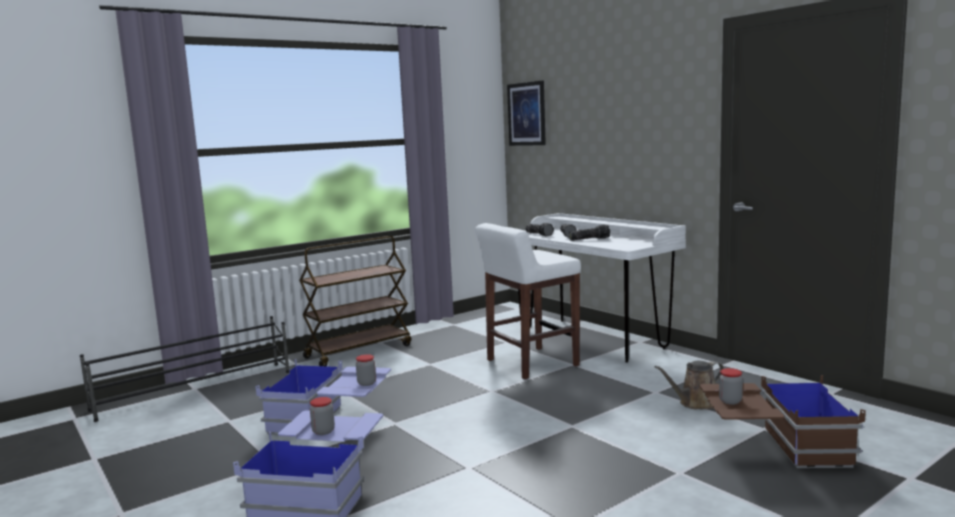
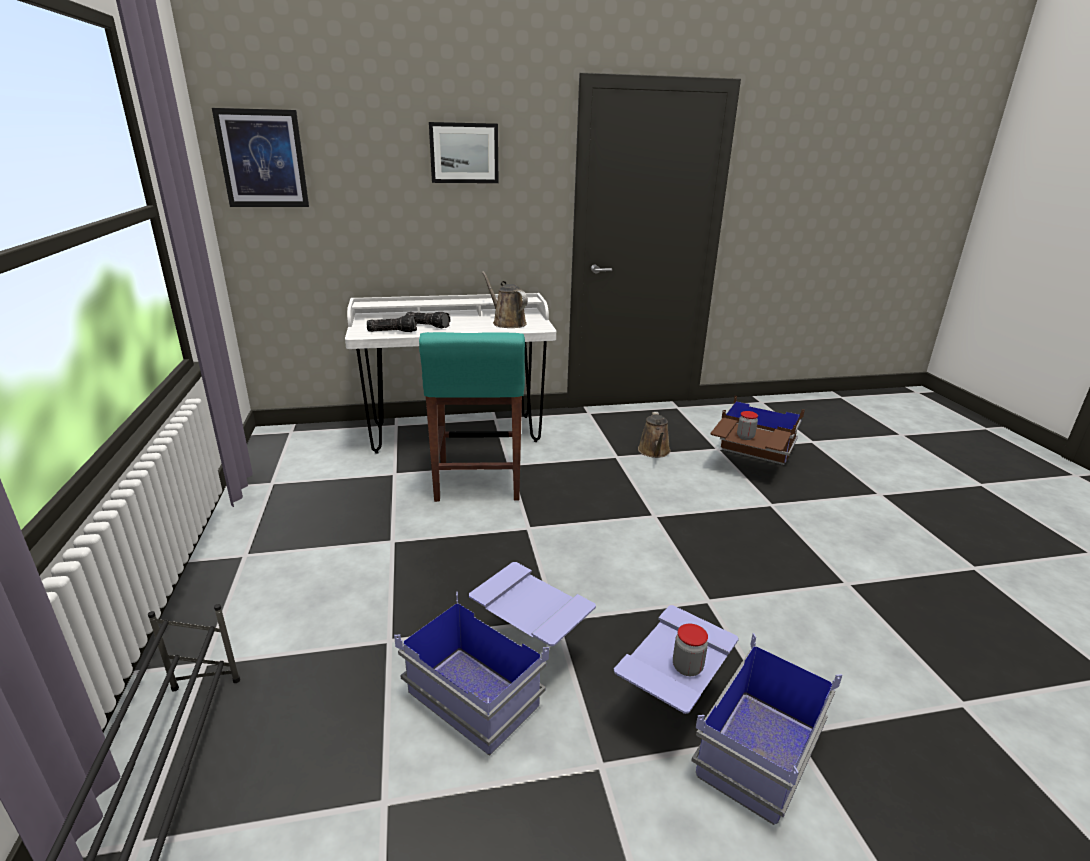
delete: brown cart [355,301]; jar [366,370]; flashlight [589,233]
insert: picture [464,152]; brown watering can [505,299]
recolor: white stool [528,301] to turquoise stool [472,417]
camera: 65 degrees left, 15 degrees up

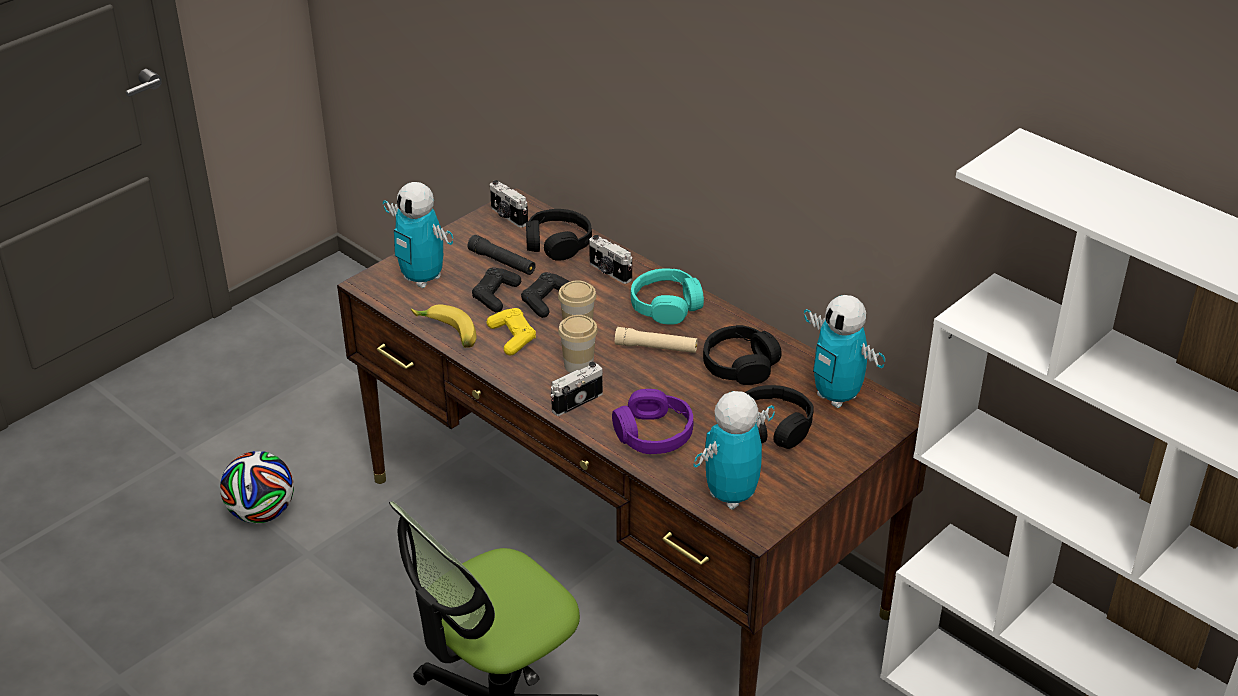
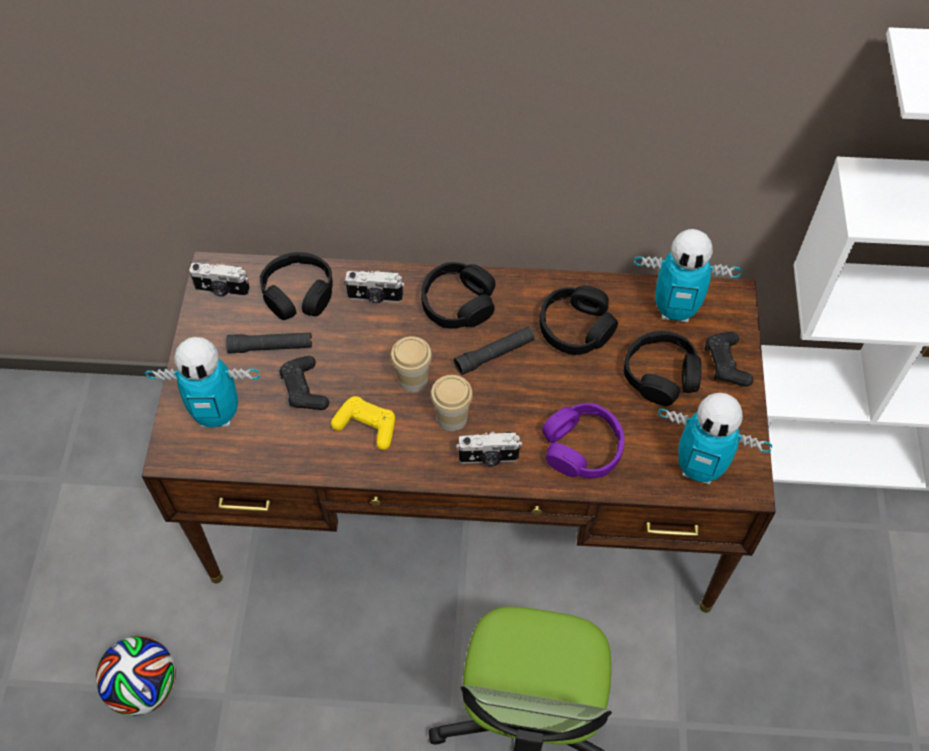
delete: banana [443,326]
move: black game controller [546,295] to [729,359]
recolor: turquoise headphones [667,296] to black headphones [458,295]; beige flashlight [656,340] to black flashlight [494,351]
rotate: photo camera [576,389] = [489,449] 105 degrees counterclockwise; toy robot [734,450] = [715,439] 75 degrees counterclockwise
camera: 40 degrees left, 20 degrees up

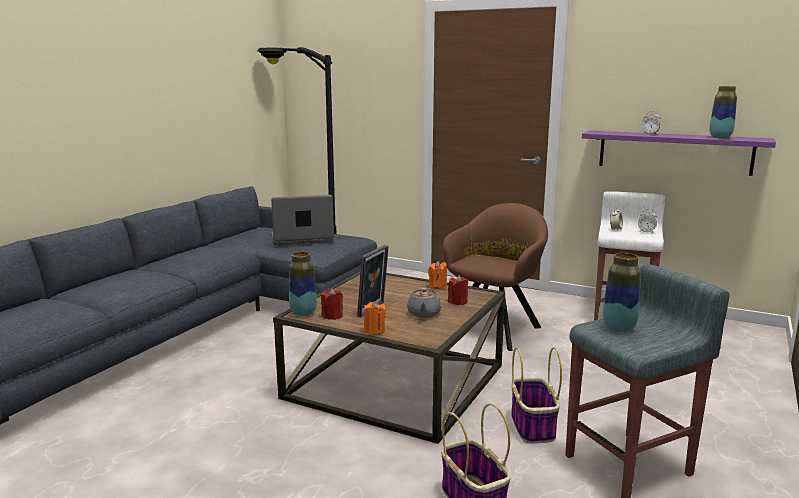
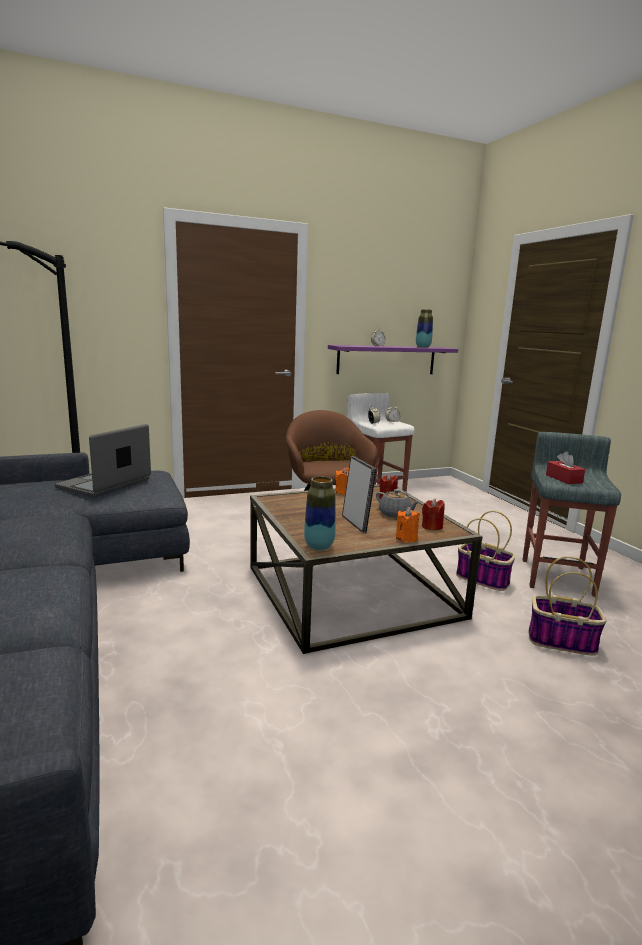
move: red candle [332,304] to [433,514]
replace: vase [622,292] to red tissue box [565,468]
camera: 50 degrees left, 0 degrees up

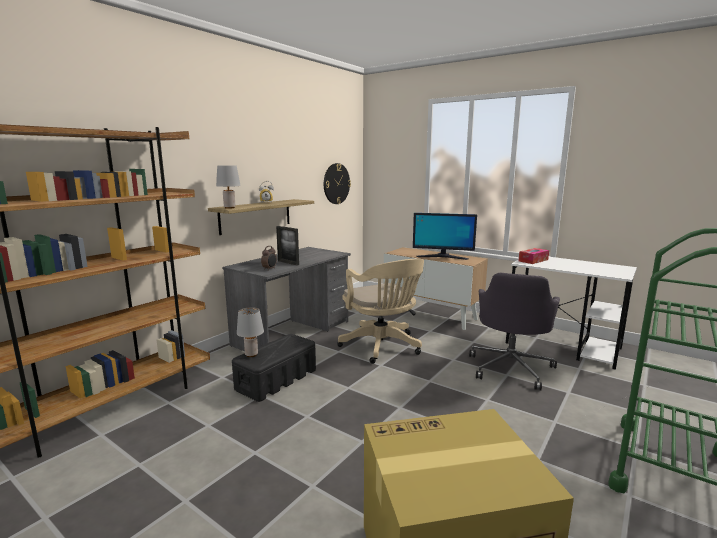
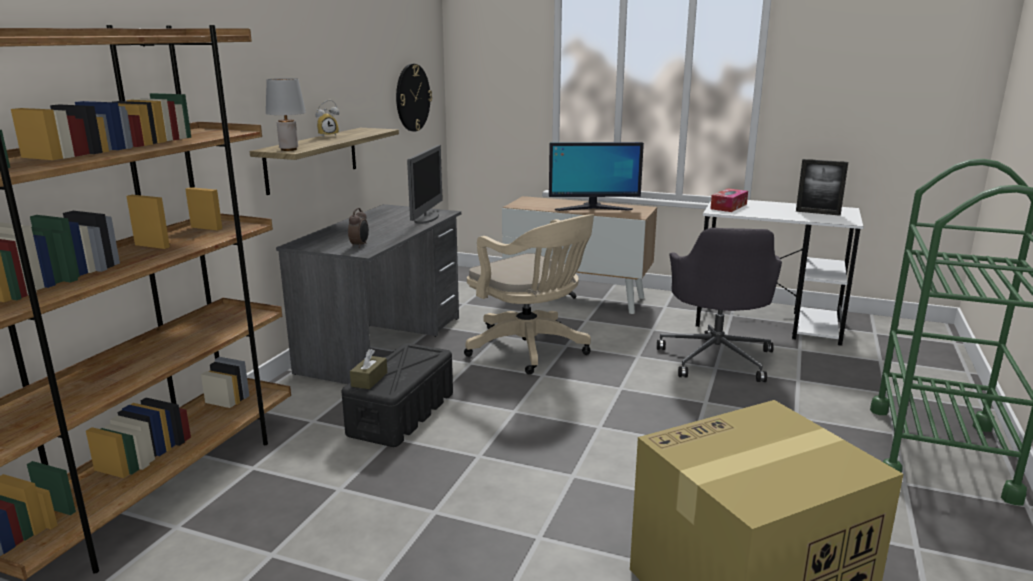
insert: monitor [425,184]
move: picture frame [287,245] to [822,187]
replace: grey table lamp [250,332] to brown tissue box [368,369]
camera: 15 degrees left, 5 degrees up

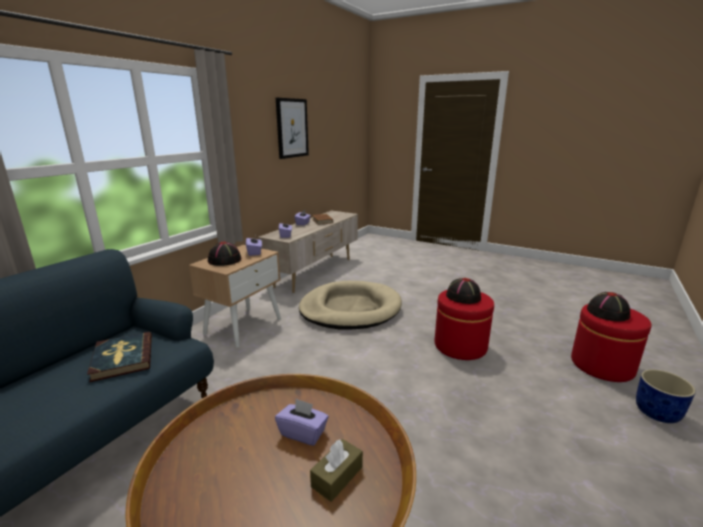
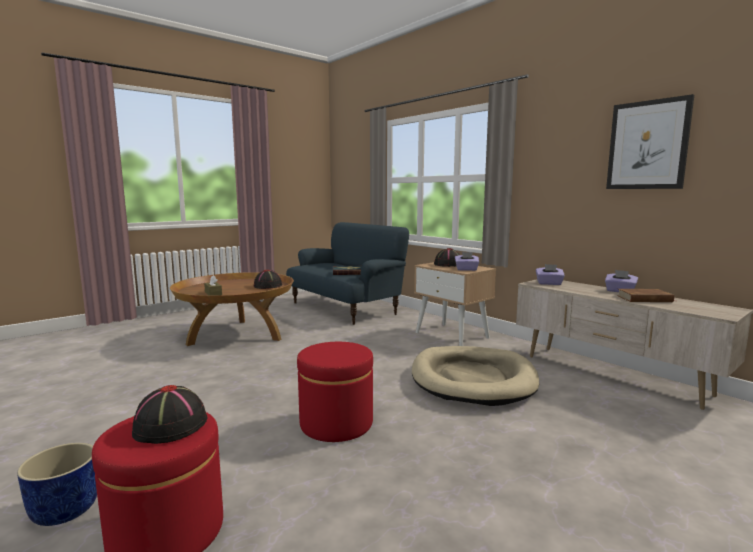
delete: purple tissue box [302,422]
move: black hat [463,291] to [268,279]
camera: 110 degrees right, 10 degrees down

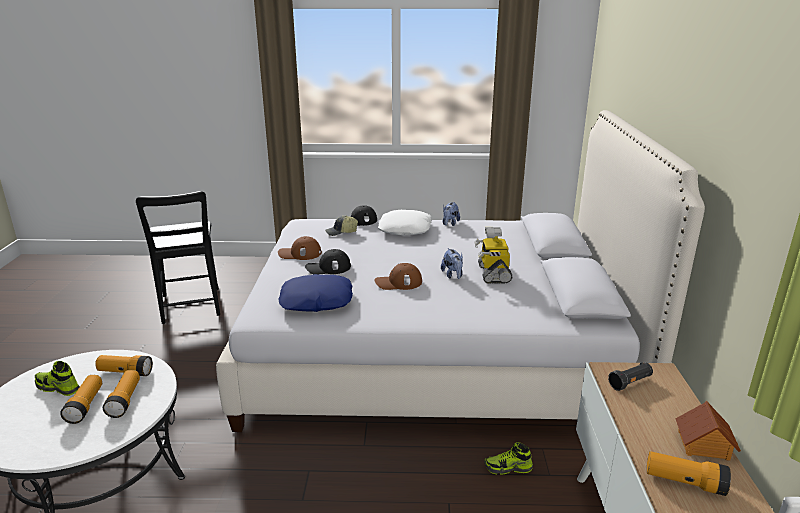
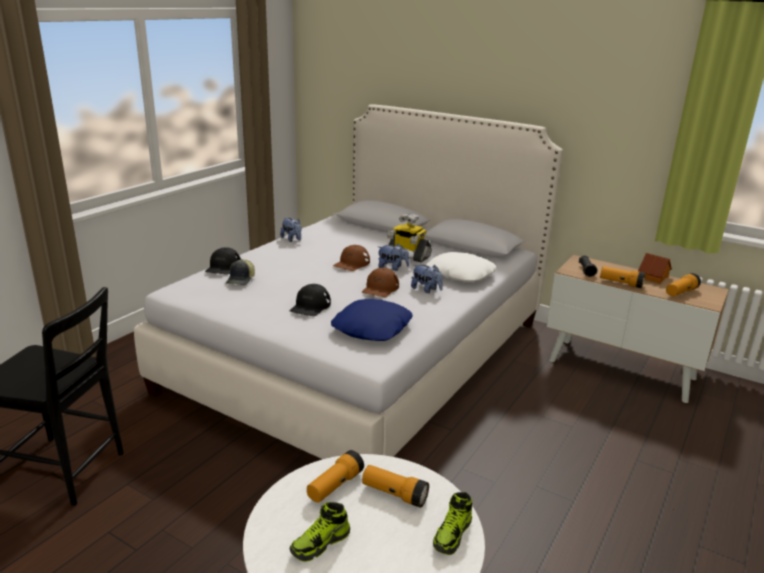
insert: plush toy [427,279]
move: brown cap [300,248] to [351,258]; white pillow [405,223] to [461,267]; shoe [508,458] to [452,523]; flashlight [81,399] to [622,277]
camera: 60 degrees left, 0 degrees up

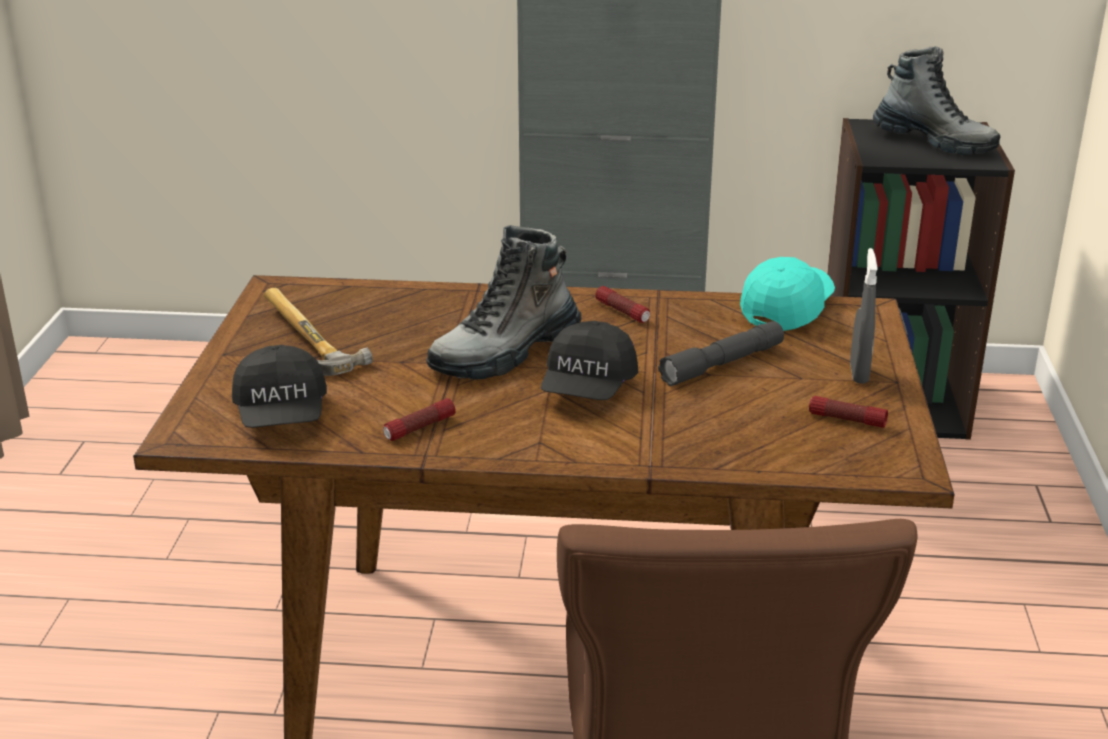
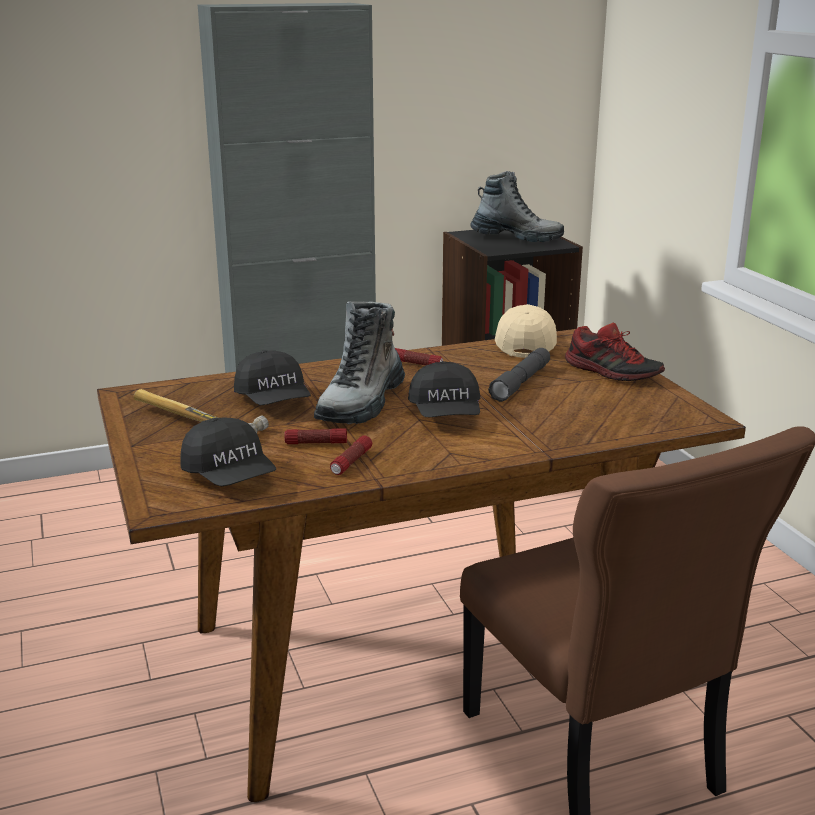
insert: black cap [272,377]
move: flashlight [848,412] to [315,436]
replace: grey spray bottle [863,316] to shoe [615,352]
recolor: turquoise cap [787,294] to beige cap [526,331]
camera: 25 degrees left, 5 degrees down

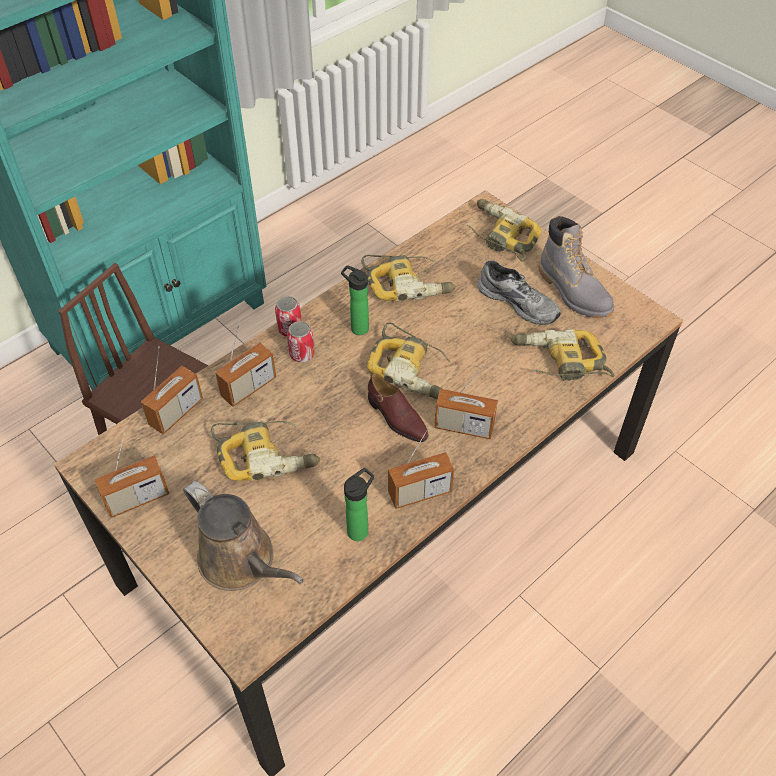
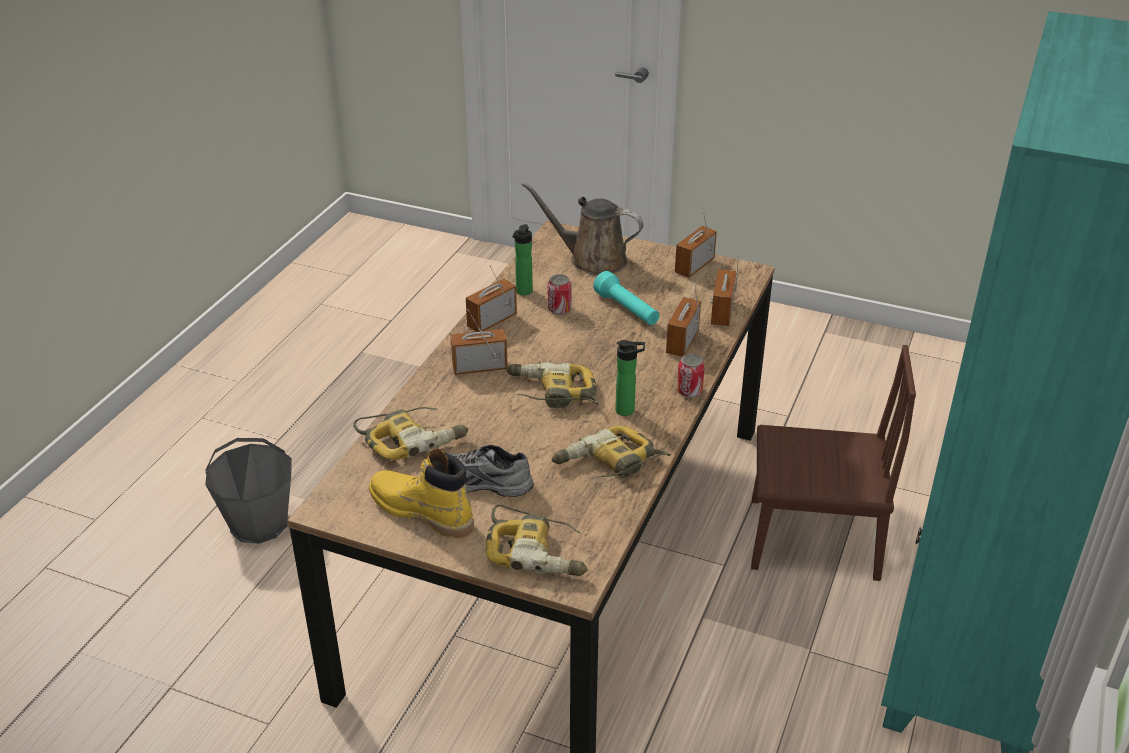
delete: brown shoe [398,408]
insert: grey bucket [248,491]
move: can [301,341] to [559,294]
replace: power drill [266,451] to turquoise flashlight [626,298]
recolor: grey boot [576,267] to yellow boot [421,493]
camera: 155 degrees right, 15 degrees down

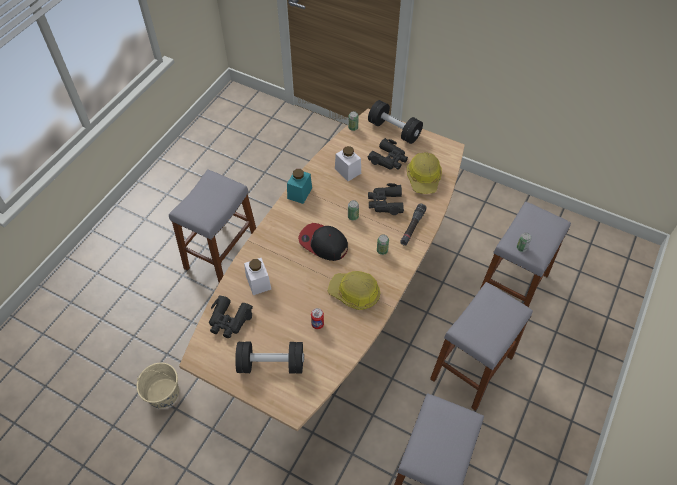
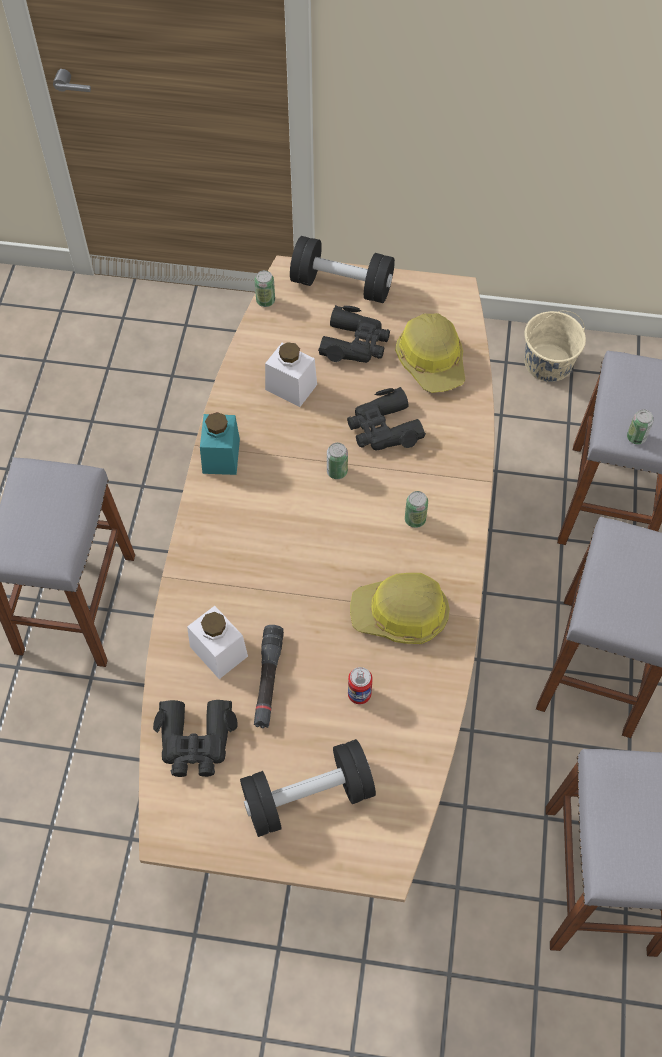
delete: cap [323,242]
move: black flashlight [413,224] to [269,676]; beige bucket [158,385] to [555,346]
camera: 20 degrees left, 5 degrees up

